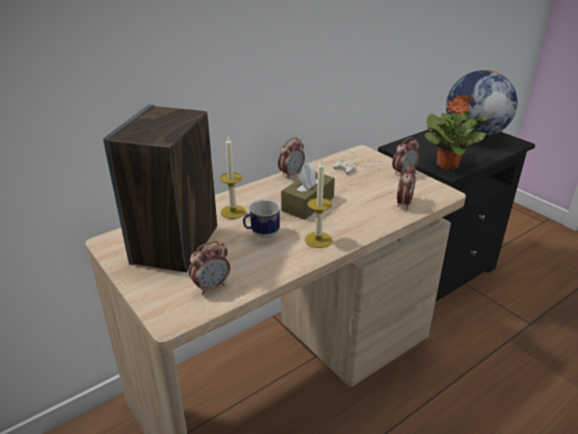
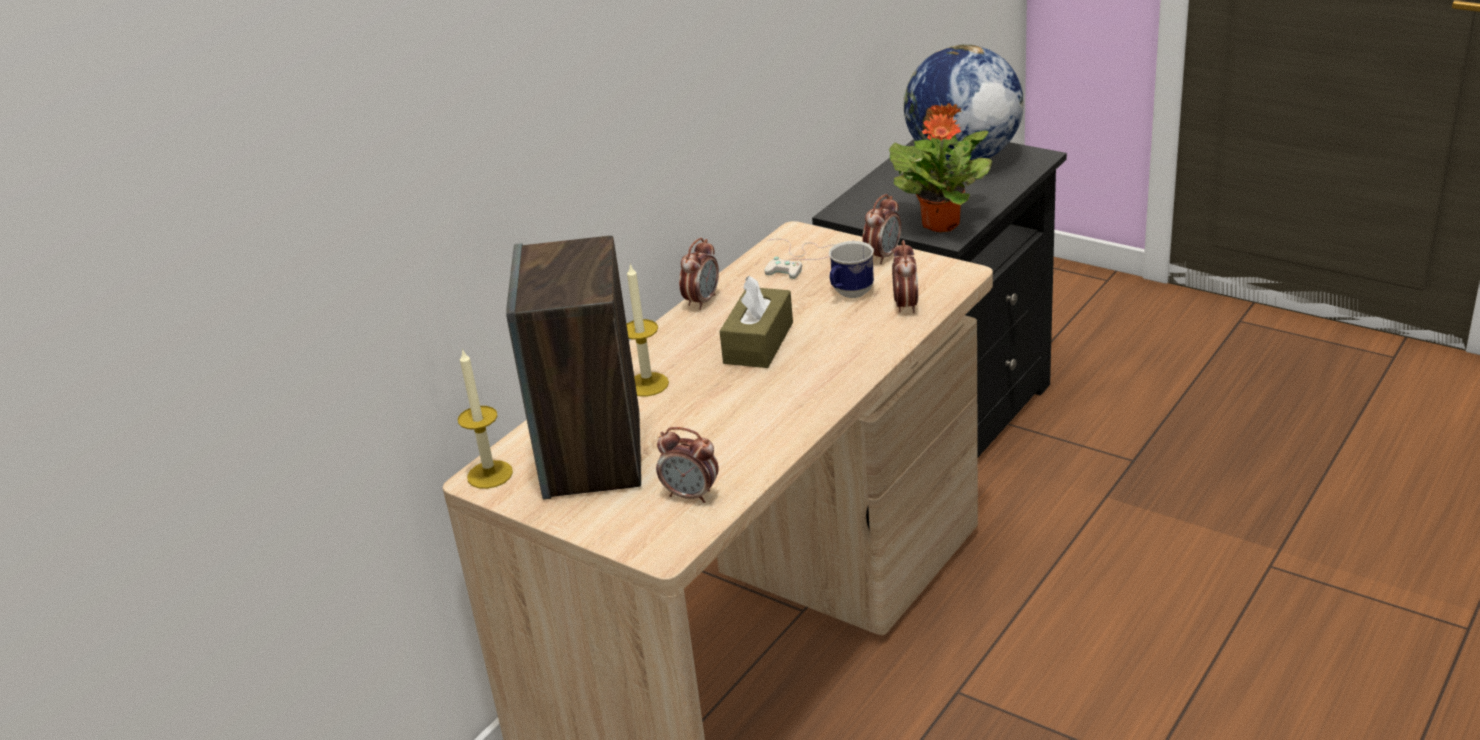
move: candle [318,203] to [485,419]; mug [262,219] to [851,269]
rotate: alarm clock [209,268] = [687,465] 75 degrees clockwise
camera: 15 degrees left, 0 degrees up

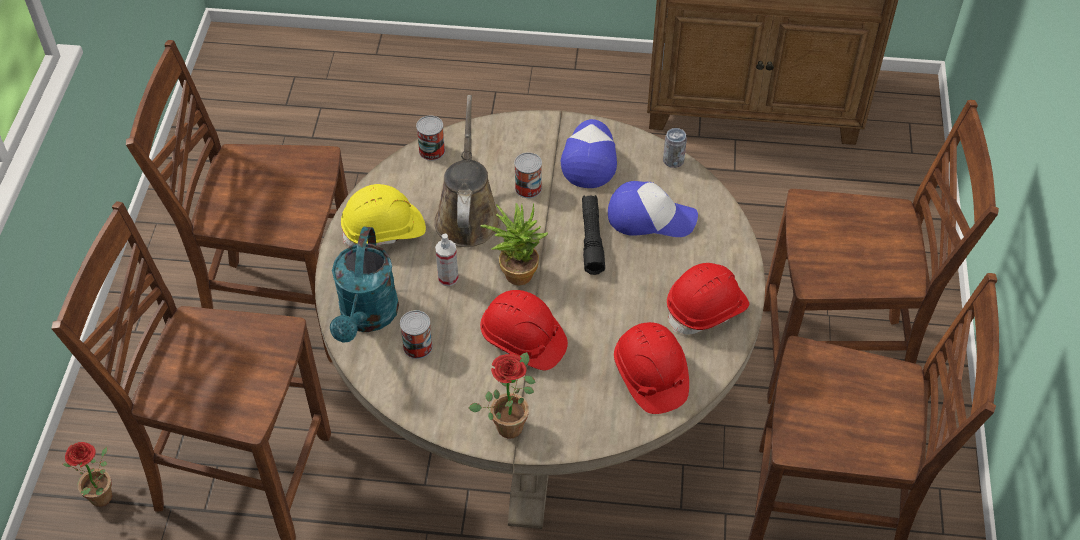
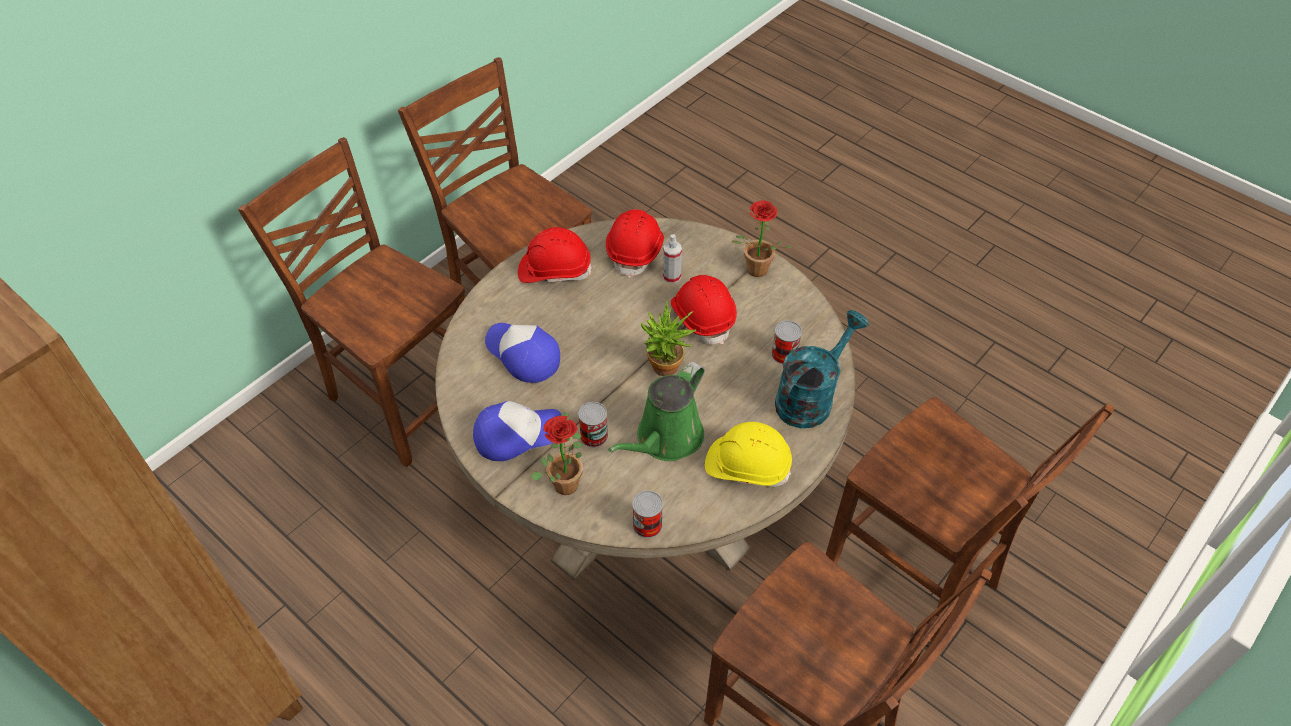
delete: black flashlight [593,235]; can [675,148]
move: potted plant [87,474] to [557,453]; spray bottle [447,260] to [672,259]
recolor: brown watering can [467,171] to green watering can [656,411]
rotate: cap [589,153] = [517,431] 150 degrees counterclockwise
camera: 145 degrees left, 0 degrees up

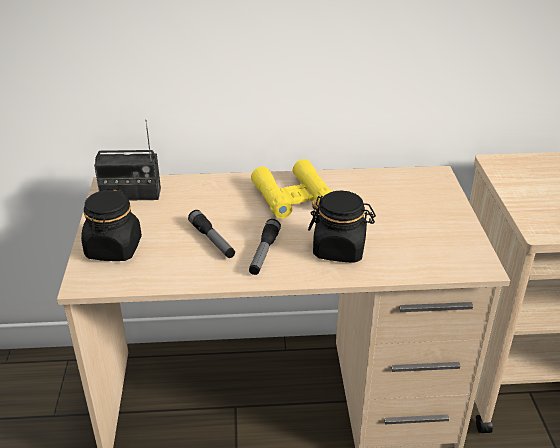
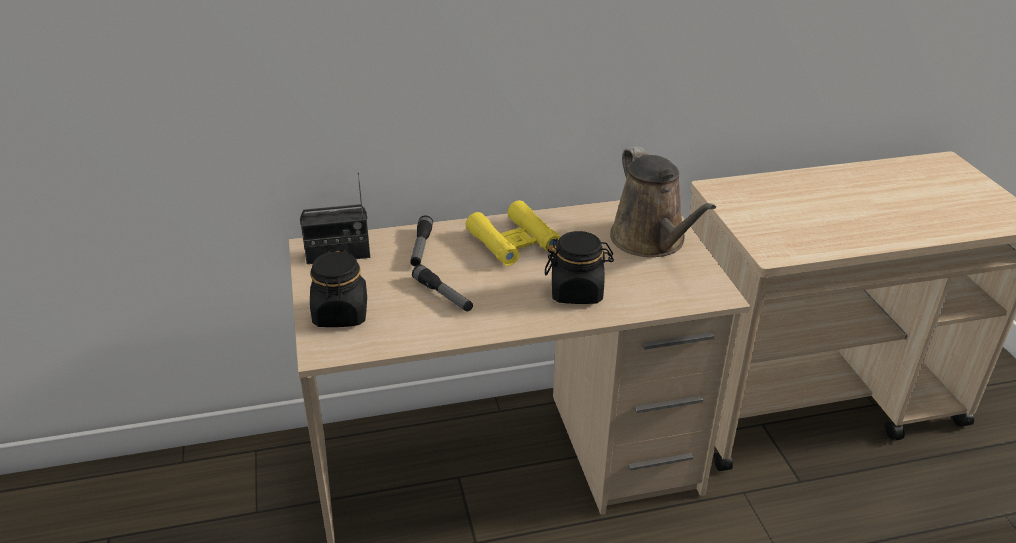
insert: brown watering can [663,201]
move: flashlight [265,247] to [422,241]
camera: 10 degrees left, 0 degrees up

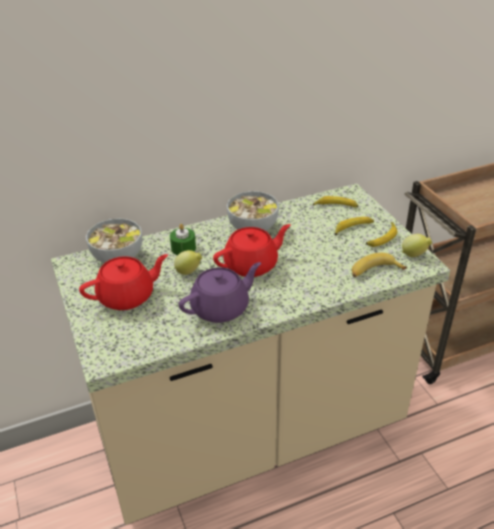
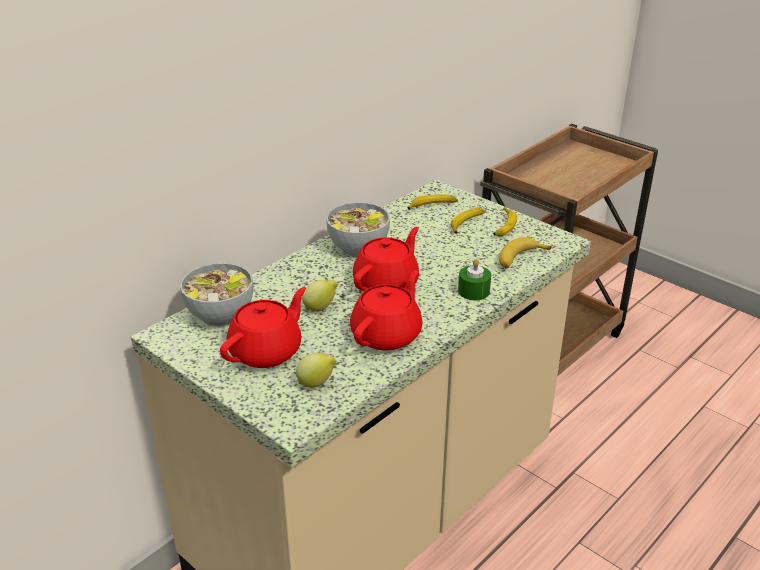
move: lemon [417,245] to [316,370]; green candle [183,239] to [474,279]
recolor: purple teapot [219,292] to red teapot [386,310]
camera: 25 degrees left, 5 degrees down

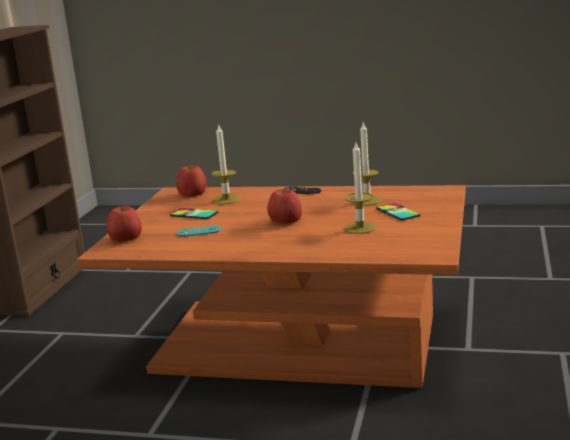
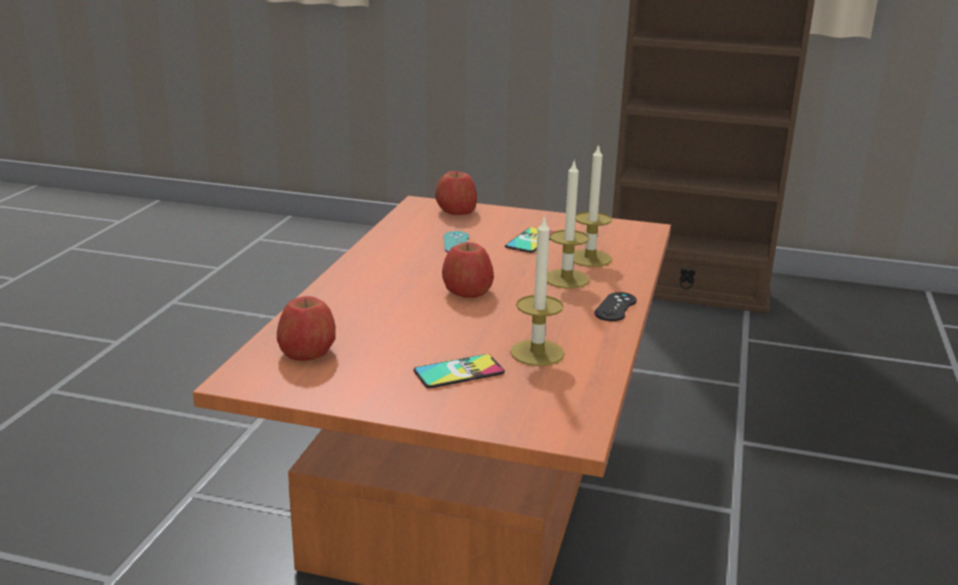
move: apple [191,181] to [306,328]; candle [360,188] to [568,223]
camera: 90 degrees right, 5 degrees up

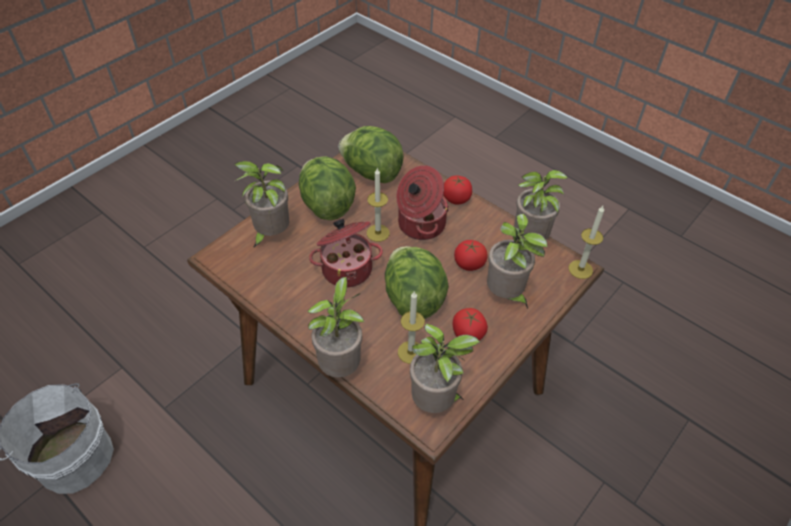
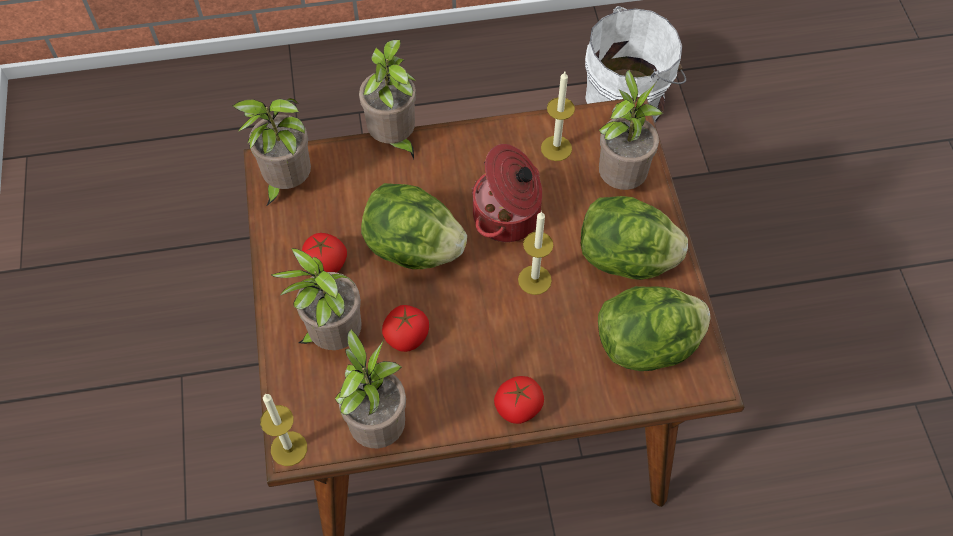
delete: cooking pot [422,202]
move: candle [411,328] to [558,116]
camera: 130 degrees right, 10 degrees up

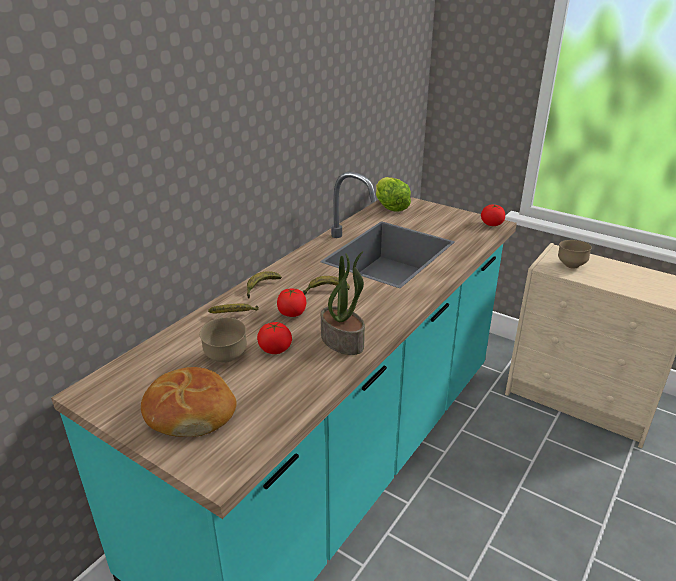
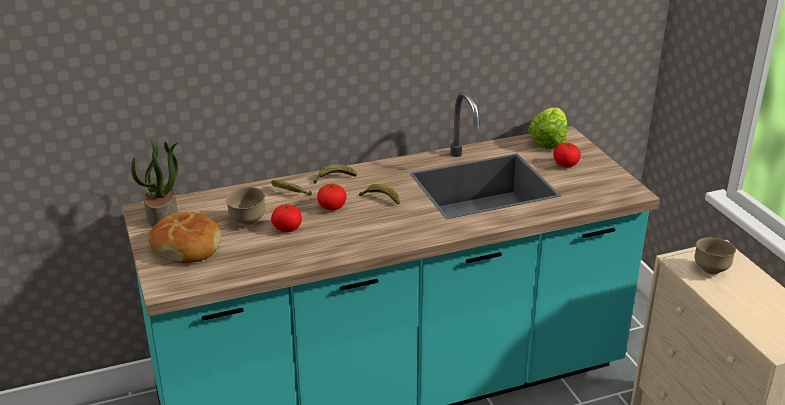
move: potted plant [343,303] to [154,182]; tomato [493,215] to [567,155]
camera: 35 degrees right, 0 degrees up

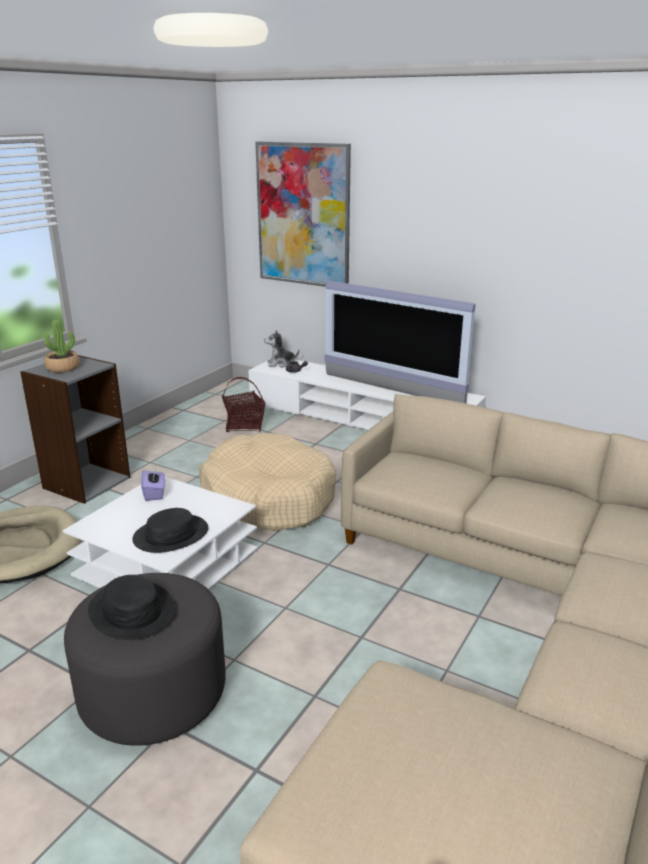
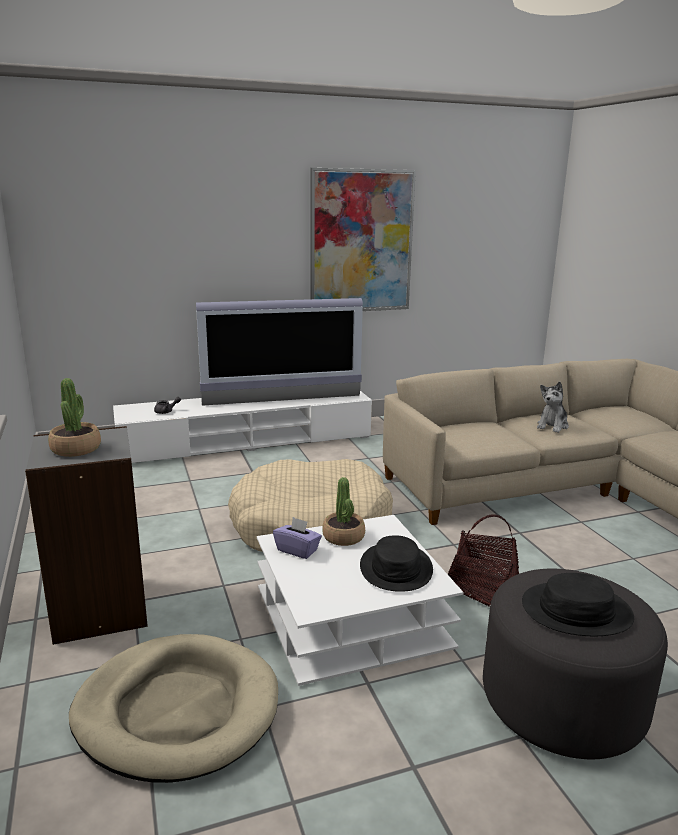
insert: potted plant [343,511]
move: picture [303,214] to [363,239]; basket [243,404] to [483,561]; plush toy [281,349] to [553,407]
camera: 50 degrees left, 5 degrees down

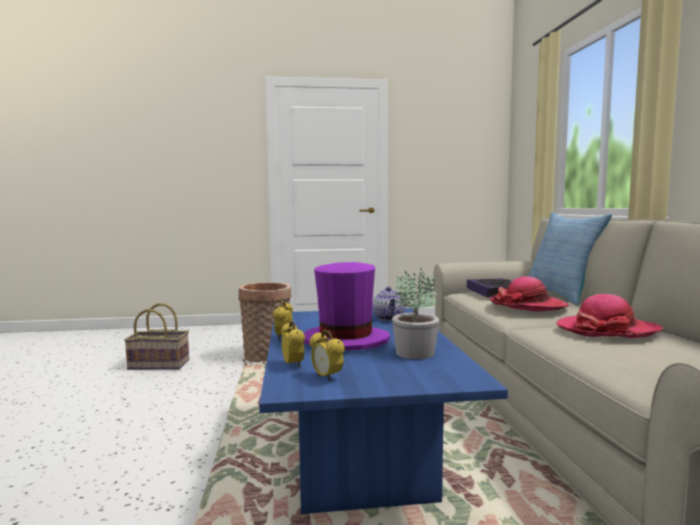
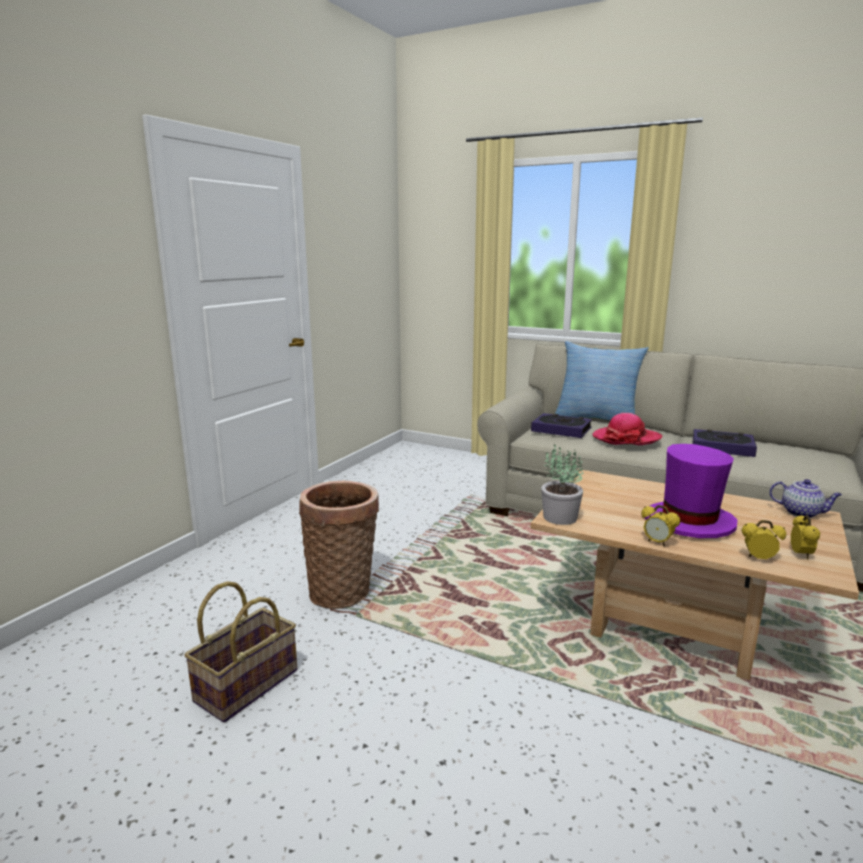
move: potted plant [415,313] to [562,484]; teapot [388,304] to [805,498]
replace: hat [609,316] to book [725,443]
recolor: blue coffee table [383,411] to beige coffee table [694,574]
rotate: alarm clock [327,356] = [805,537] 75 degrees counterclockwise
camera: 55 degrees left, 10 degrees up

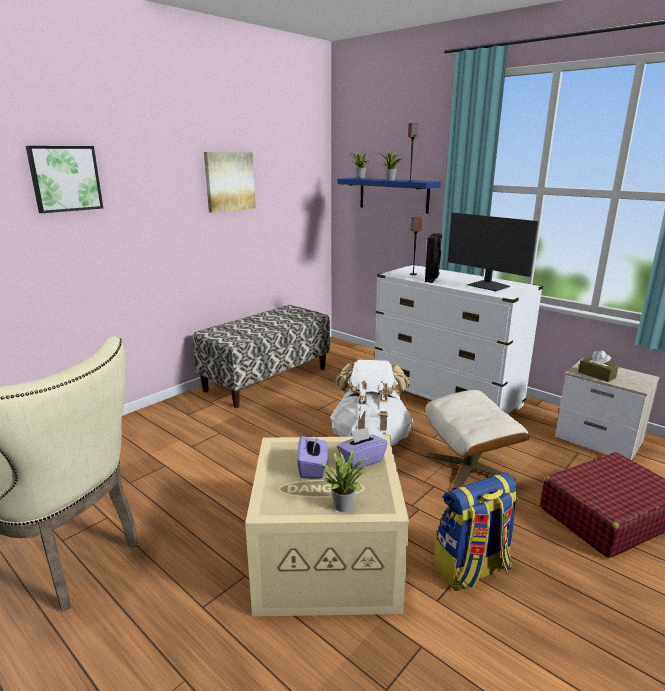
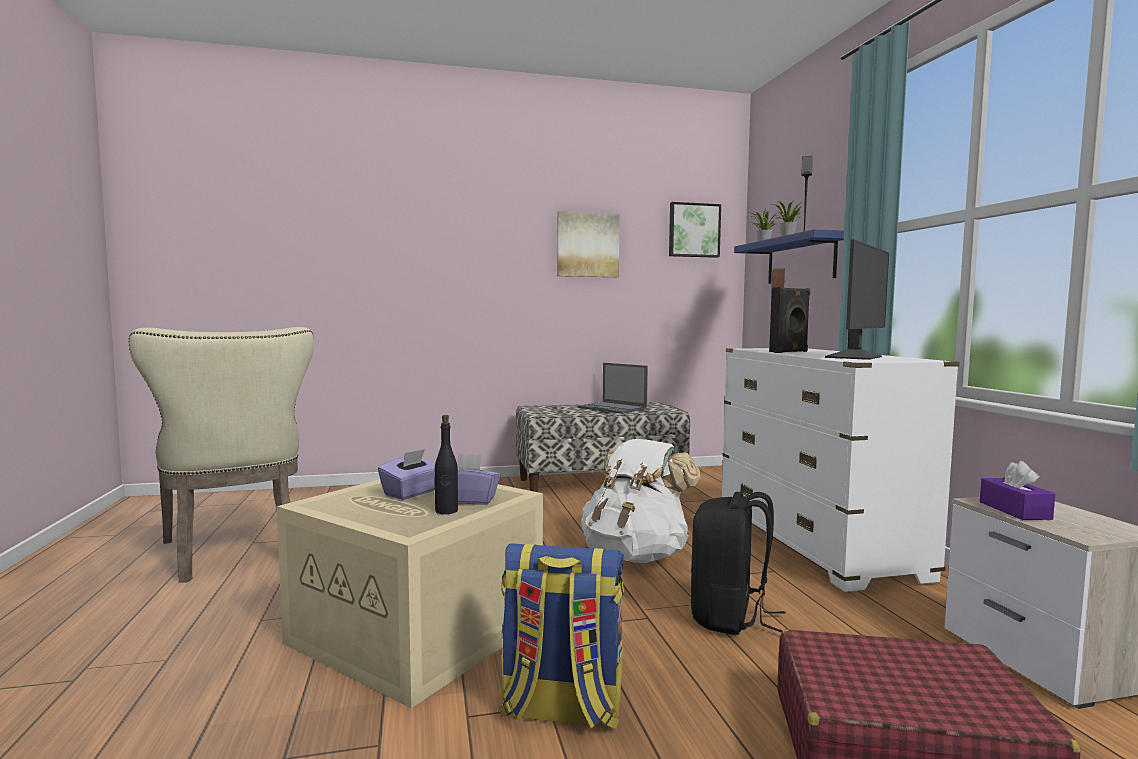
delete: potted plant [344,481]
insert: black bottle [446,464]; laptop [613,388]
move: picture [64,179] to [695,230]
replace: beige ottoman [477,440] to black backpack [738,563]
recolor: brown tissue box [598,366] to purple tissue box [1017,490]
rotate: monitor [493,252] = [857,299] 135 degrees counterclockwise
camera: 35 degrees right, 15 degrees down

